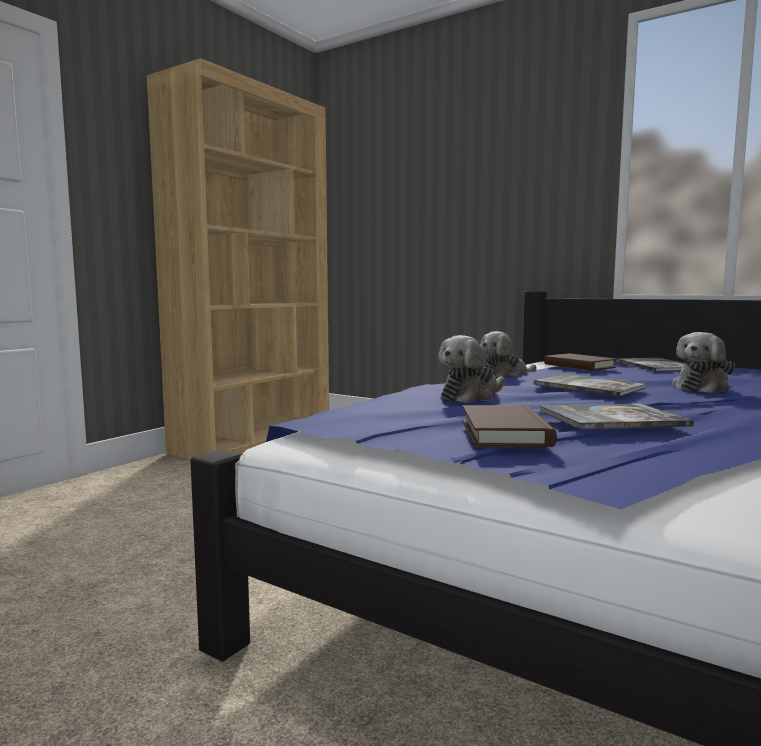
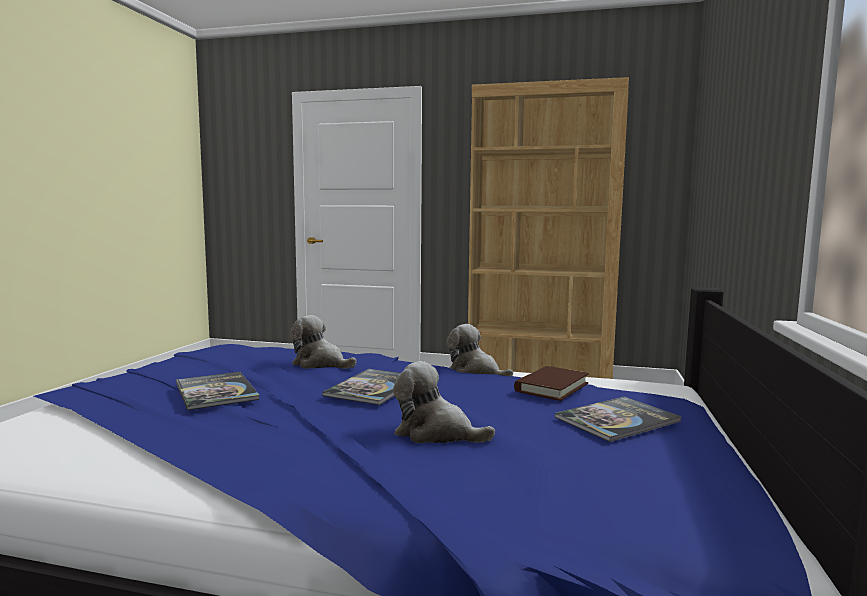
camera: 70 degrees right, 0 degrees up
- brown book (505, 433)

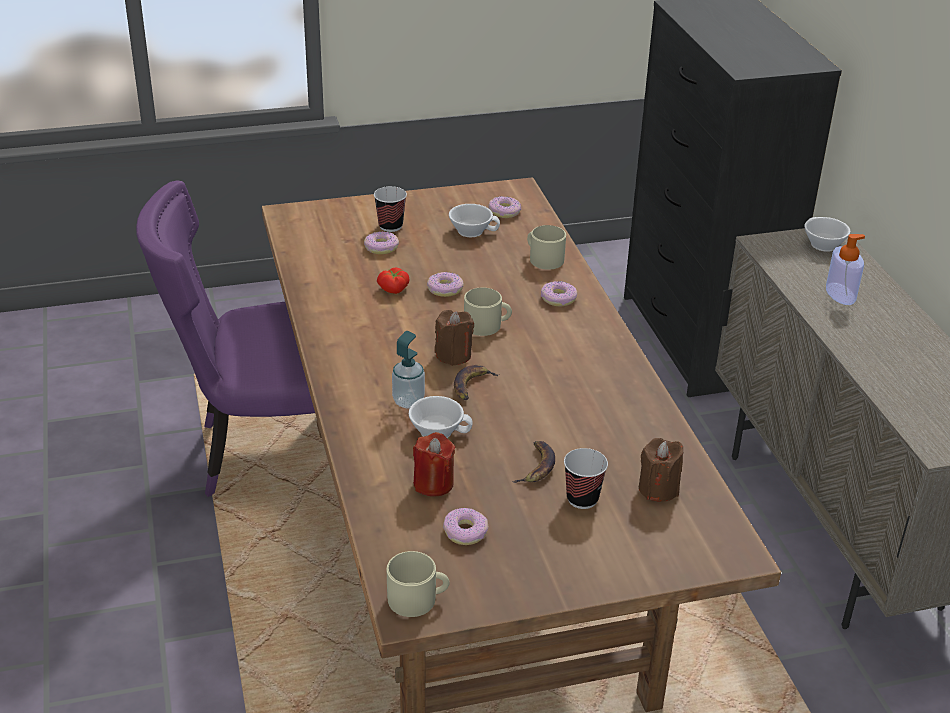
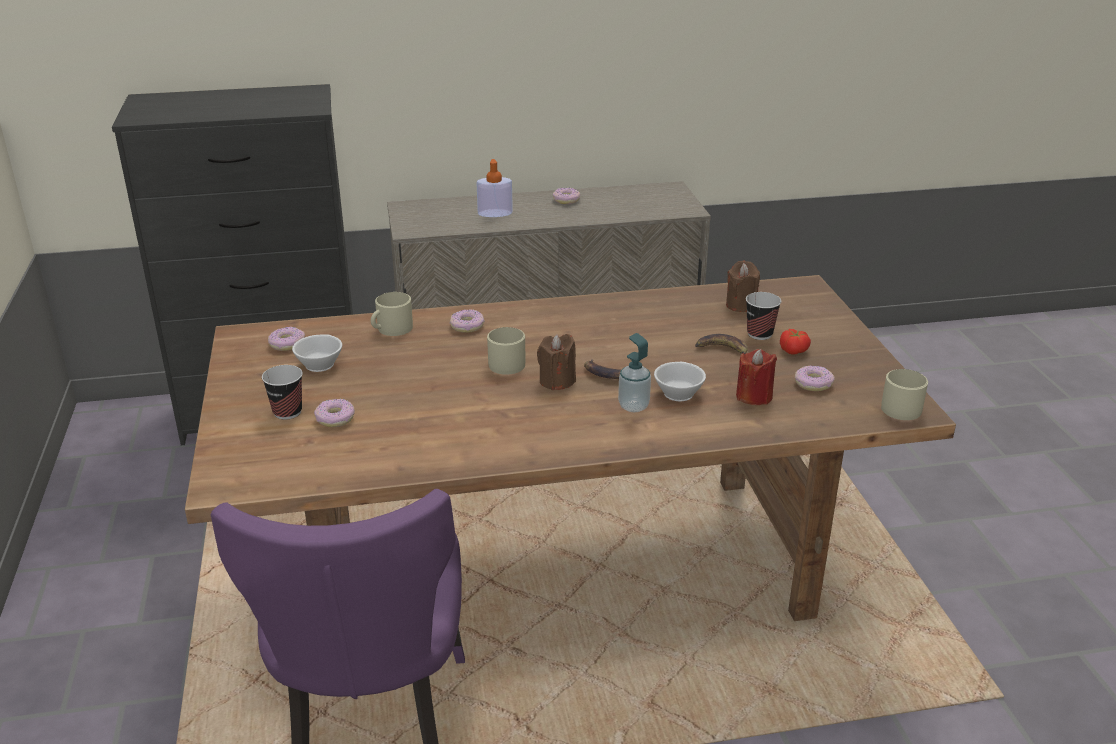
camera: 85 degrees left, 5 degrees down
- white cup (821, 244)
~ tomato (393, 290) to (794, 351)
~ donut (445, 289) to (566, 200)

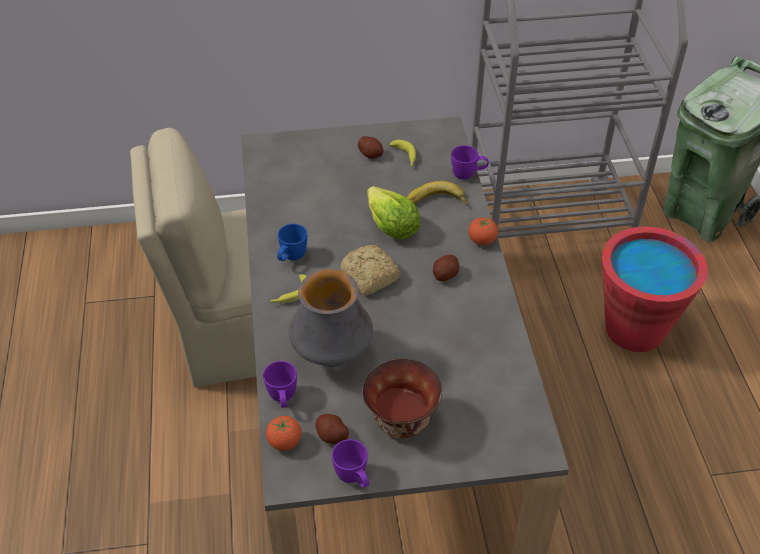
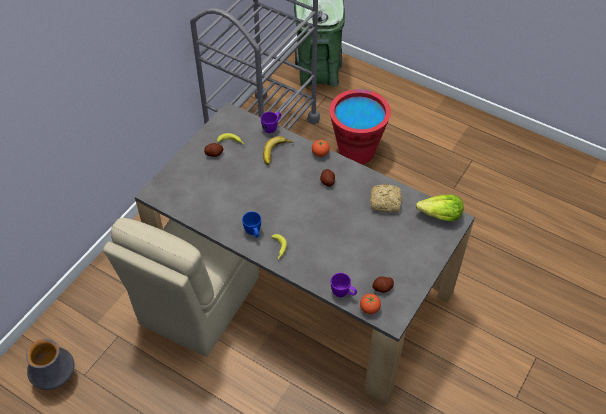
camera: 50 degrees left, 5 degrees up
- purple mug (354, 479)
- bowl (402, 421)
~ vase (331, 355) to (56, 378)
~ bread (370, 277) to (386, 203)
~ lettuce (391, 226) to (440, 216)

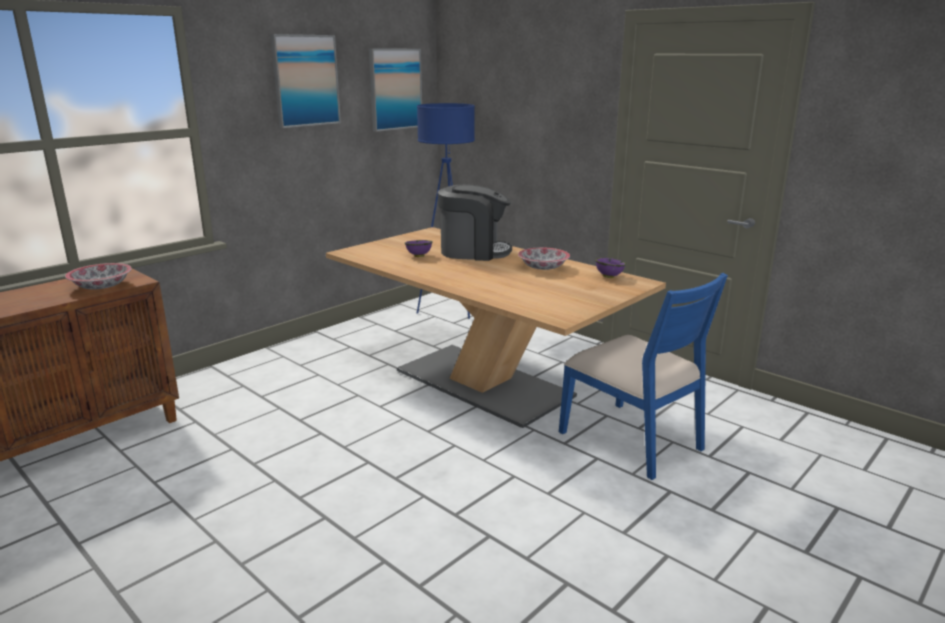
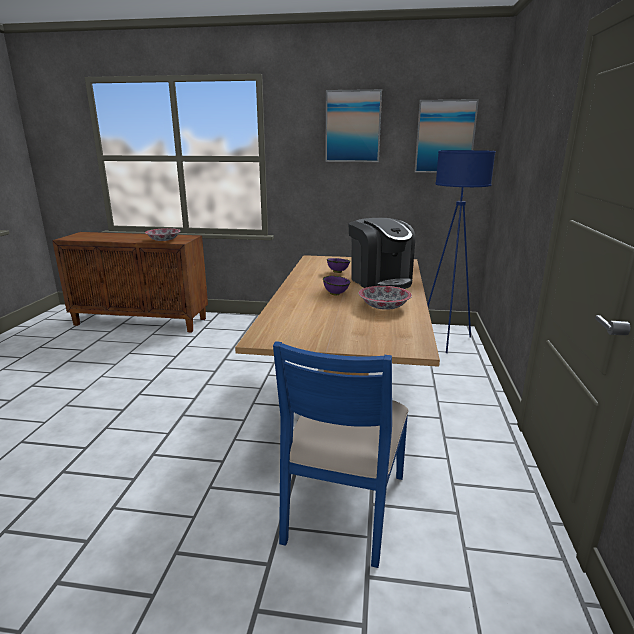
camera: 55 degrees right, 0 degrees up
~ purple bowl (608, 277) to (335, 294)

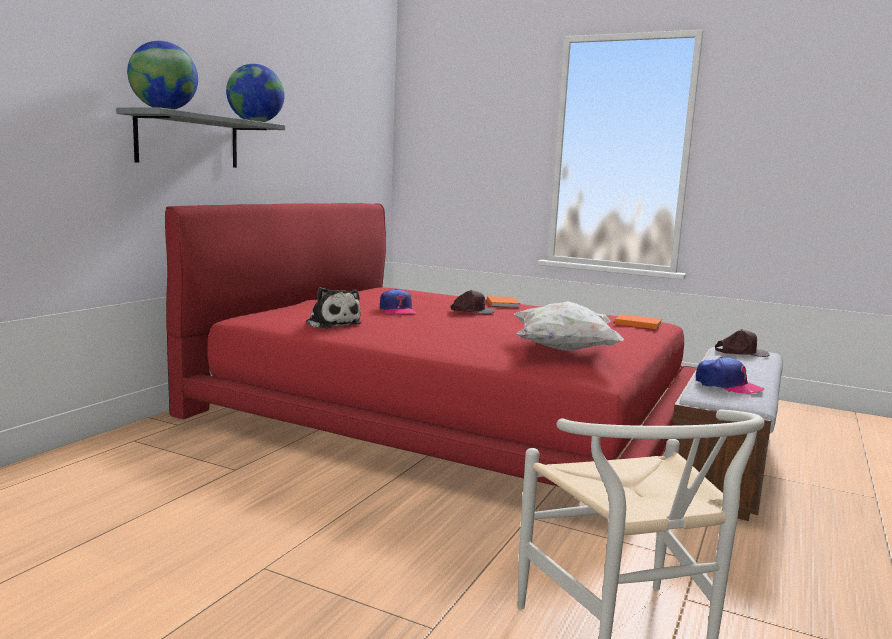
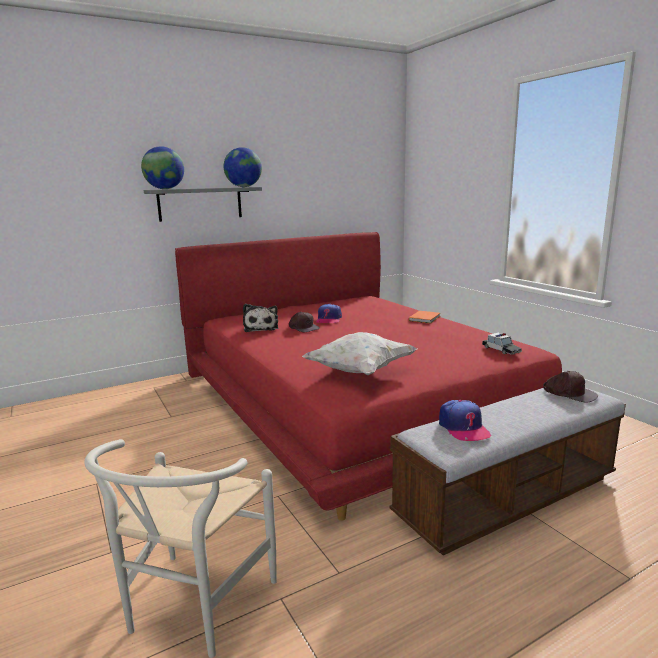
camera: 35 degrees right, 5 degrees up
~ brown cap (473, 310) to (303, 327)
~ orange book (637, 323) to toy car (501, 350)

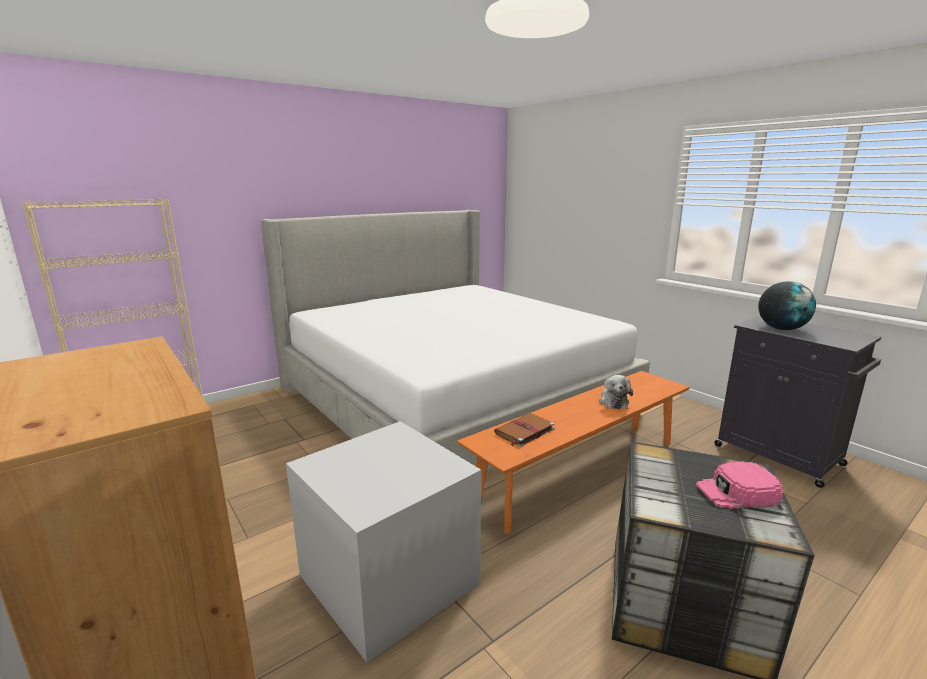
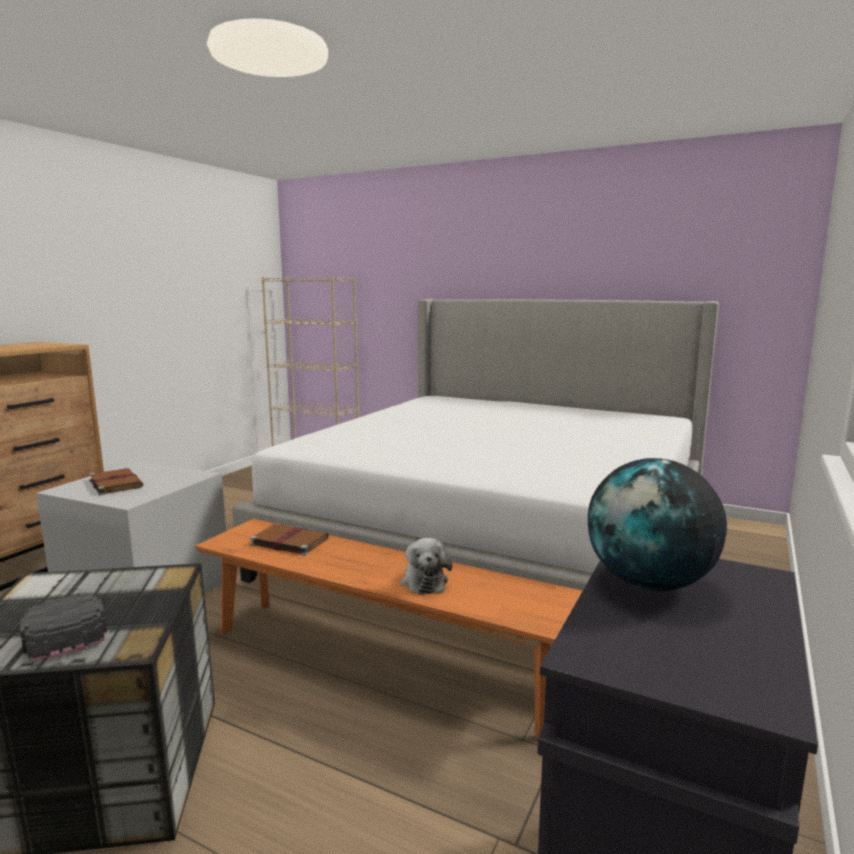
camera: 65 degrees right, 5 degrees down
+ brown book (115, 483)
~ pink cap (737, 493) to black cap (64, 631)
~ plush toy (613, 401) = (424, 581) 75 degrees counterclockwise

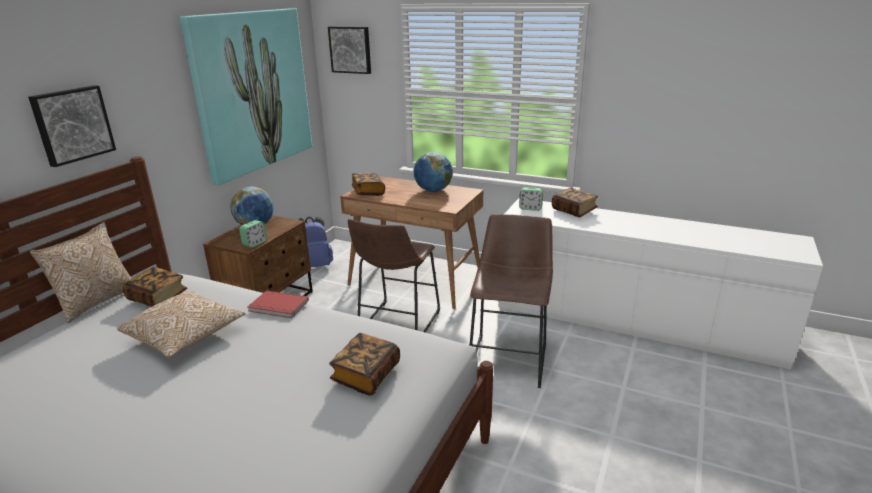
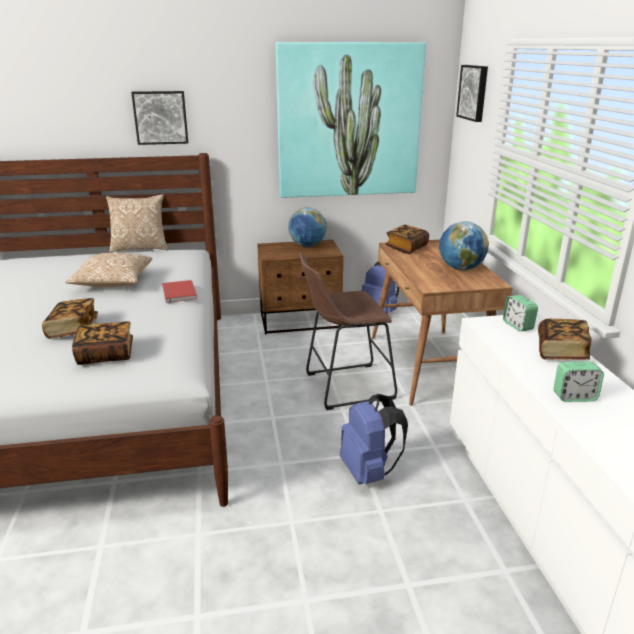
camera: 55 degrees right, 0 degrees up
~ book (158, 298) to (73, 329)
~ alarm clock (255, 243) to (574, 397)
~ brown stool (509, 357) to blue backpack (369, 472)

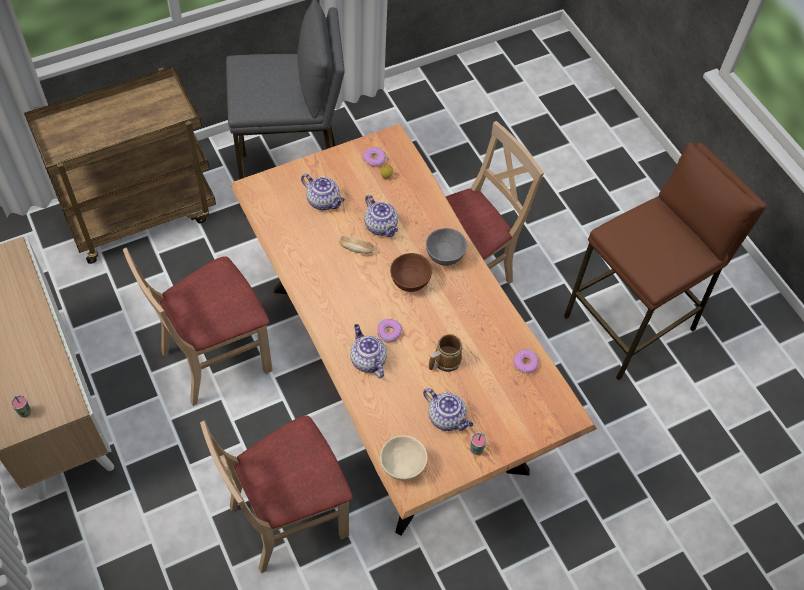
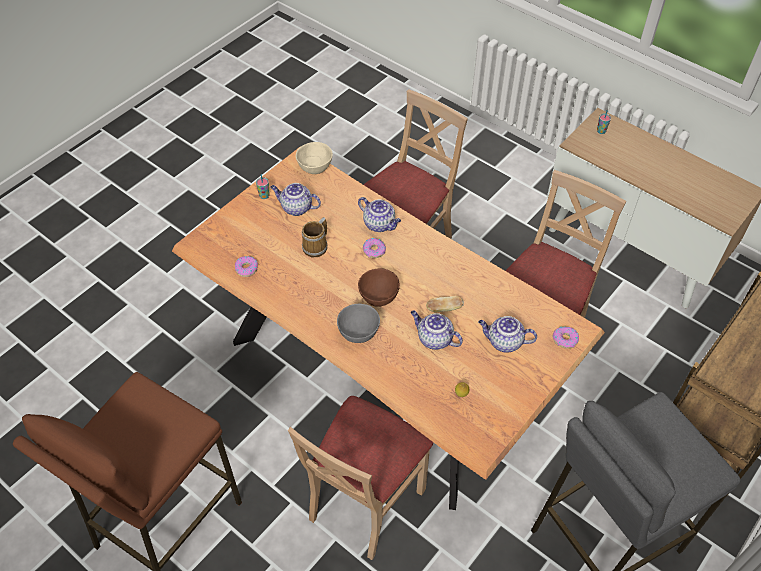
camera: 160 degrees right, 5 degrees down
~ donut (374, 159) to (565, 339)

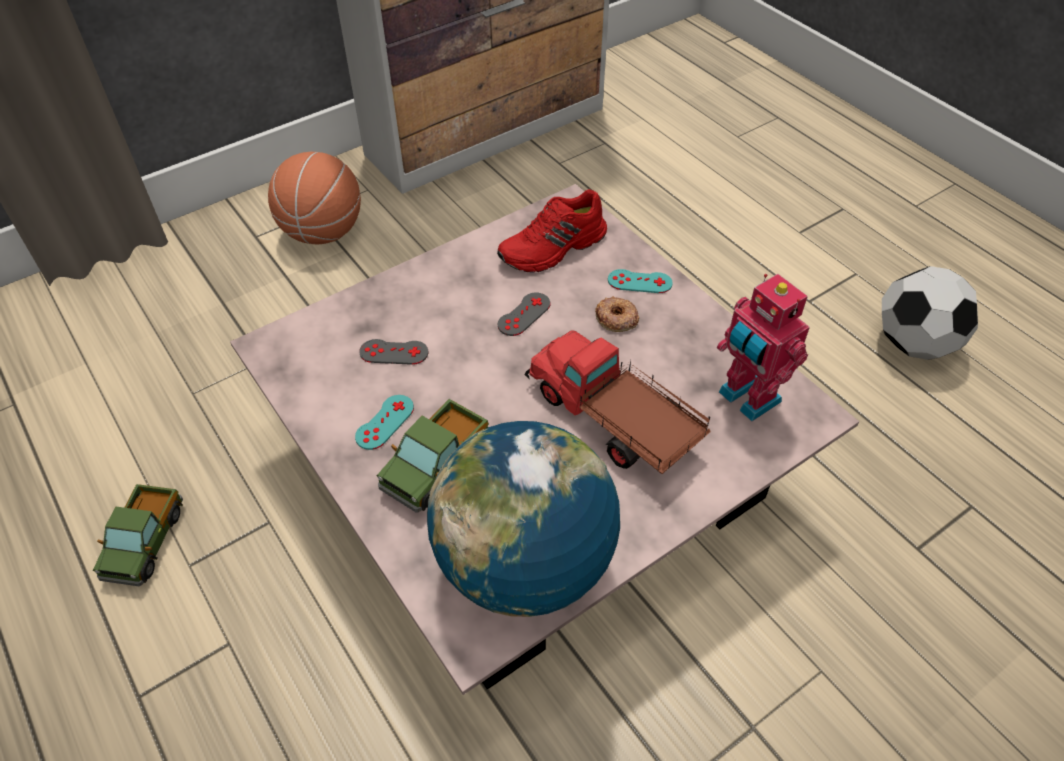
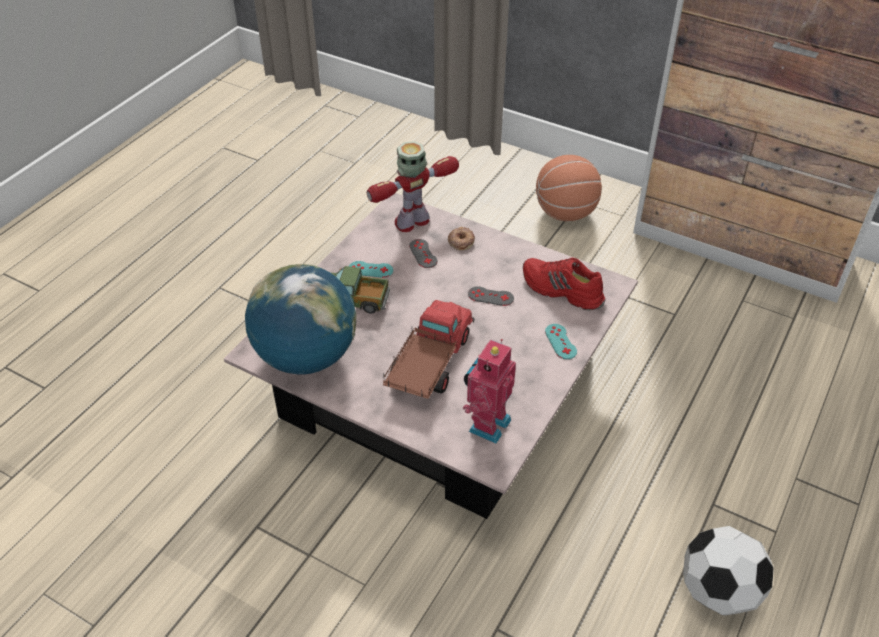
camera: 65 degrees right, 5 degrees down
- toy truck (145, 542)
+ toy robot (413, 222)
~ donut (616, 318) to (461, 241)

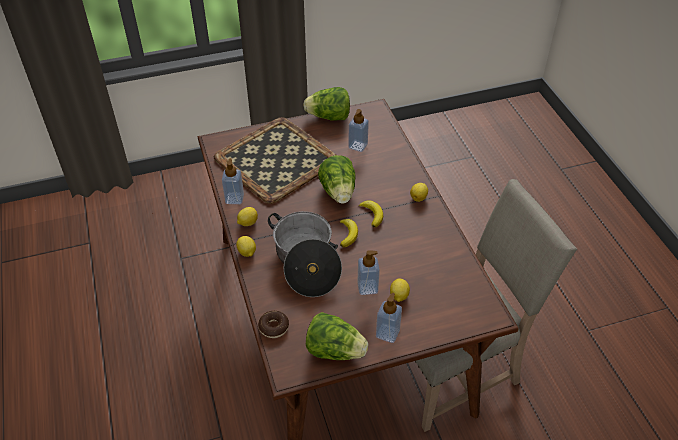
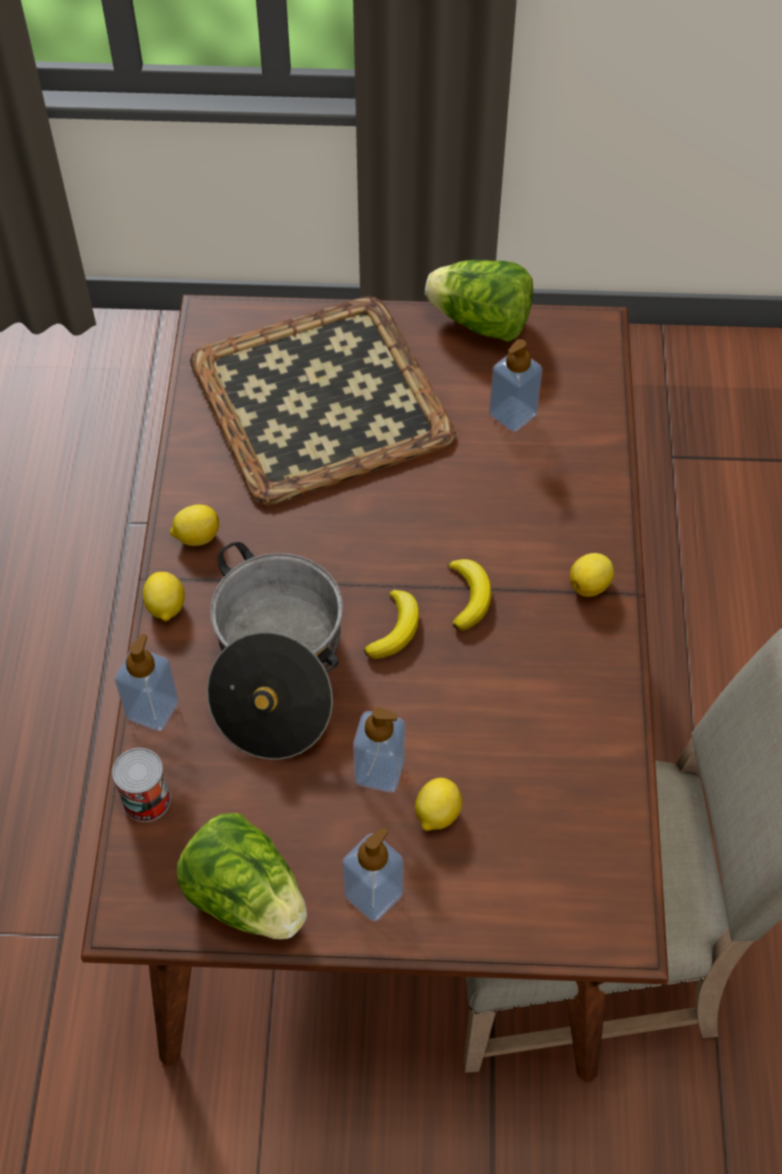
camera: 20 degrees right, 10 degrees up
- lettuce (338, 192)
~ soap dispenser (234, 198) to (152, 709)
~ donut (274, 327) to can (146, 800)

